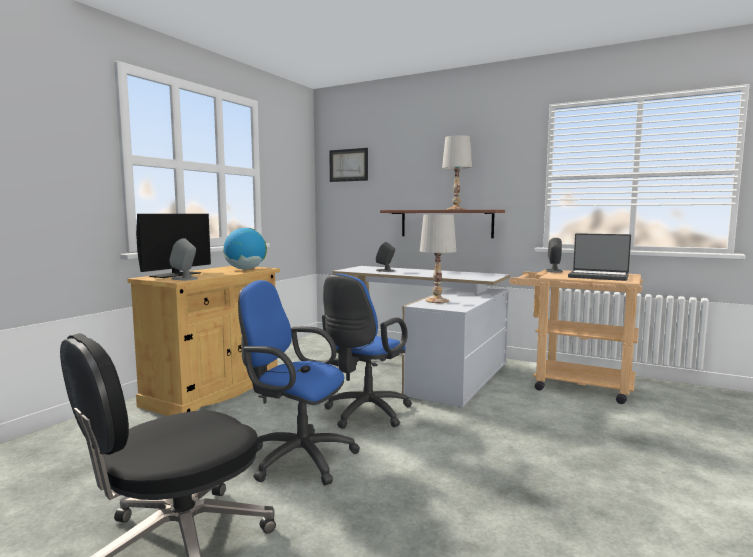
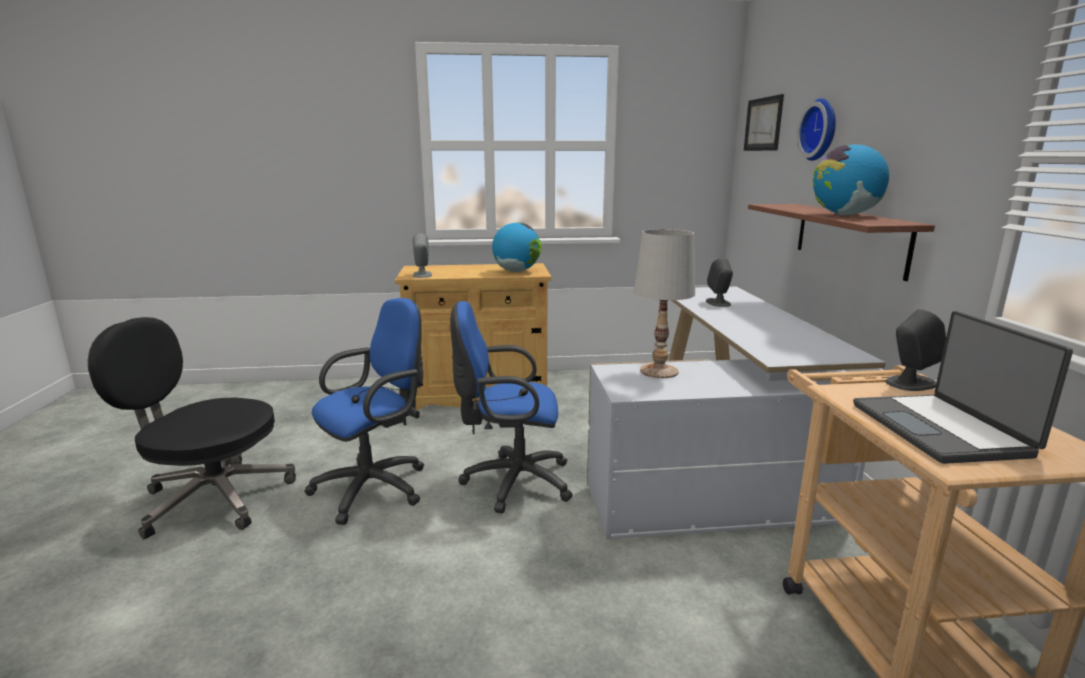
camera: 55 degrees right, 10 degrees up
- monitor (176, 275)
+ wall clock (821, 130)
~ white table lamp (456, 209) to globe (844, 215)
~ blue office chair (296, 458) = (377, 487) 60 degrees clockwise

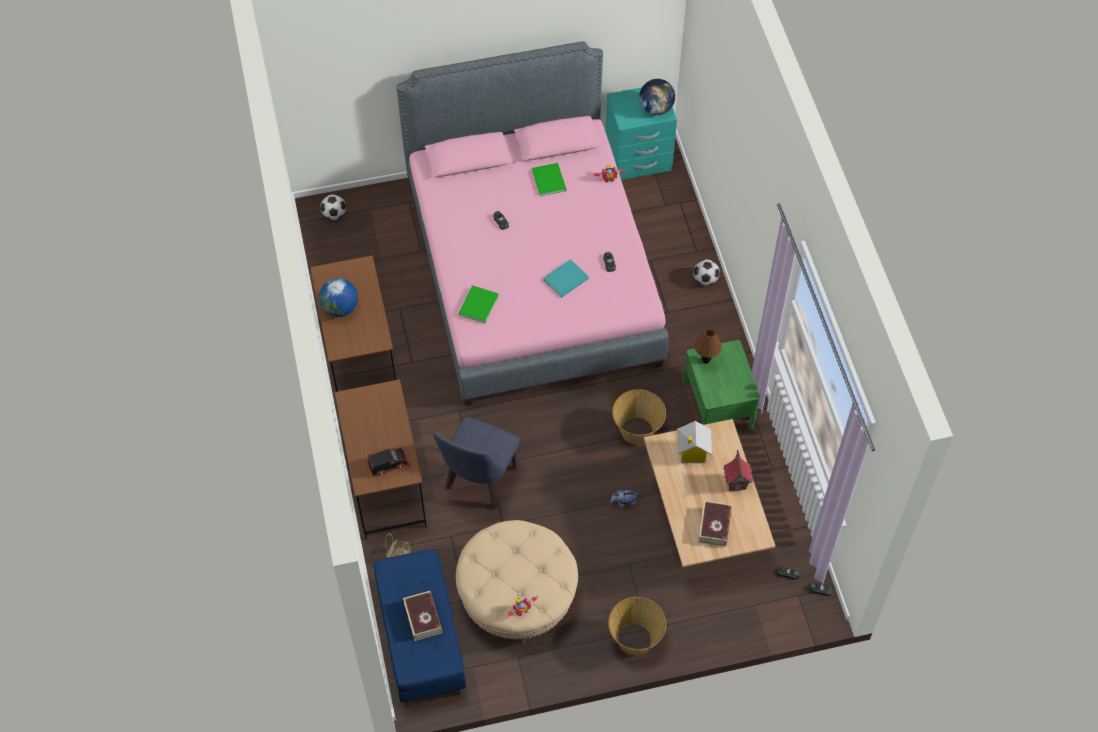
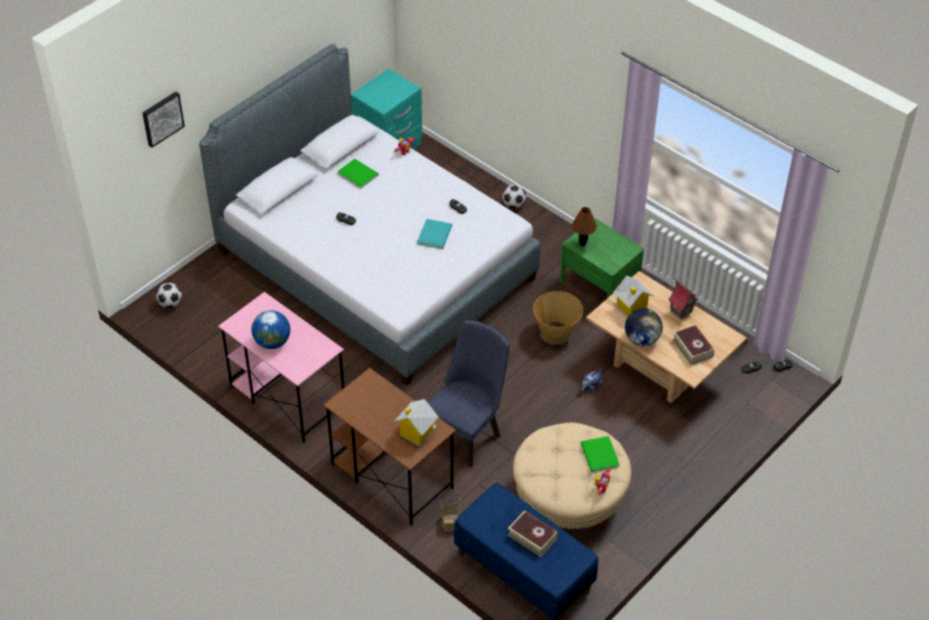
camera: 35 degrees left, 10 degrees down
- basket (635, 639)
+ picture (162, 118)
~ green book (477, 305) to (599, 456)
~ globe (656, 108) to (642, 339)
~ toy truck (388, 464) to toy house (417, 432)
~ brown desk (359, 358) to pink desk (287, 396)
~ pink bed (531, 272) to grey bed (374, 265)
~ blue chair (479, 483) = (467, 434) 135 degrees counterclockwise

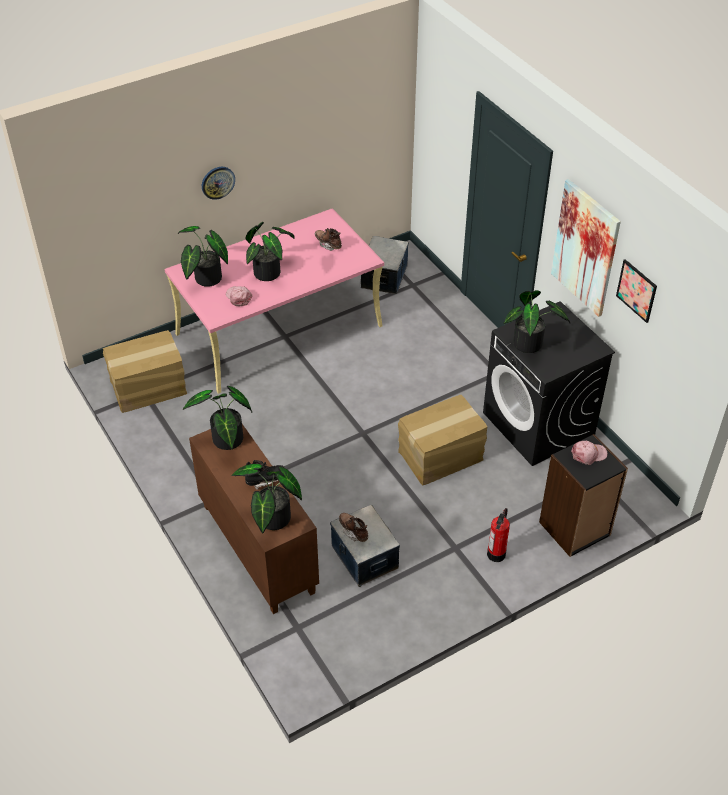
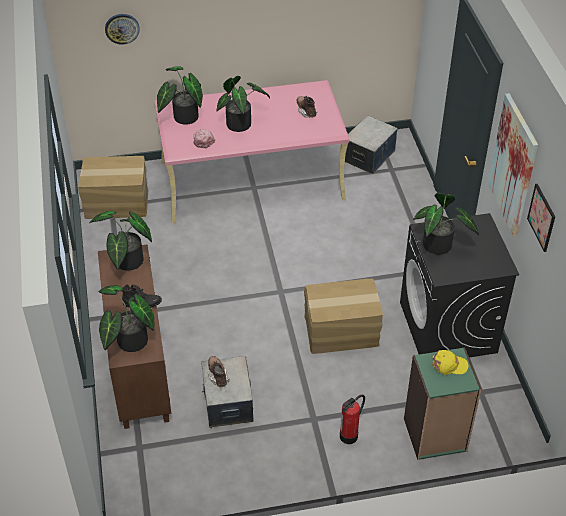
camera: 20 degrees right, 0 degrees up
~ wall clock (217, 182) to (122, 28)
~ black bookcase (575, 529) to green bookcase (435, 435)
~ pink cap (588, 454) to yellow cap (449, 365)

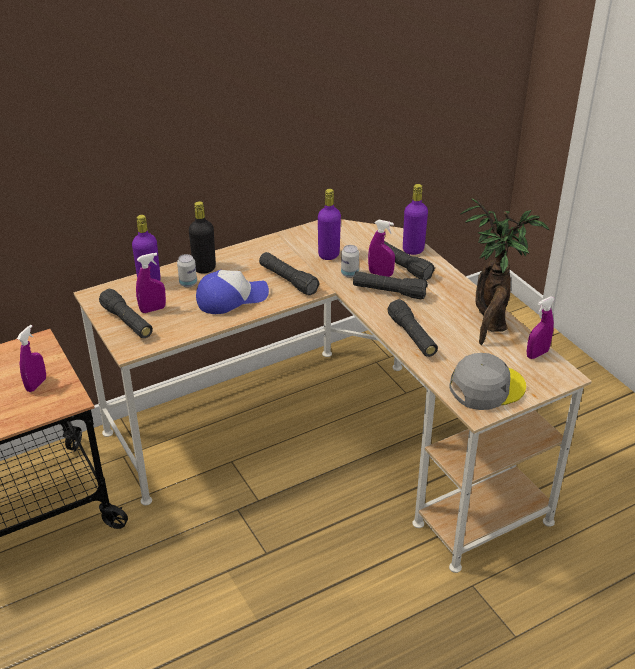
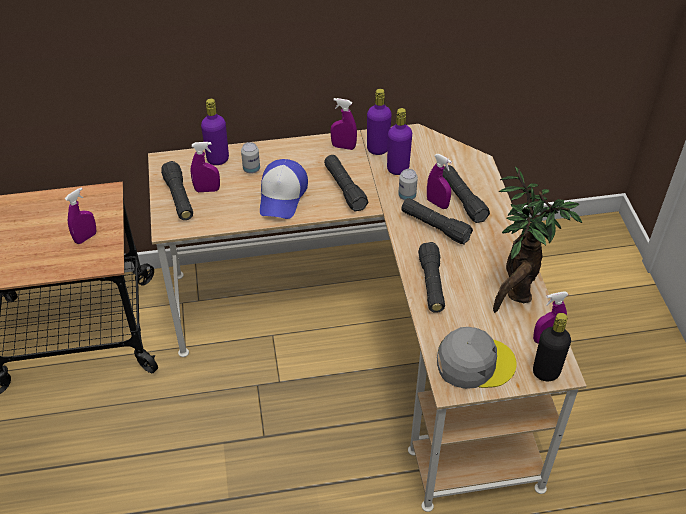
camera: 20 degrees right, 10 degrees up
+ purple spray bottle (343, 147)
~ black bottle (204, 268) to (546, 372)
~ purple bottle (413, 250) to (378, 149)
~ cap (231, 298) = (282, 195) 105 degrees clockwise

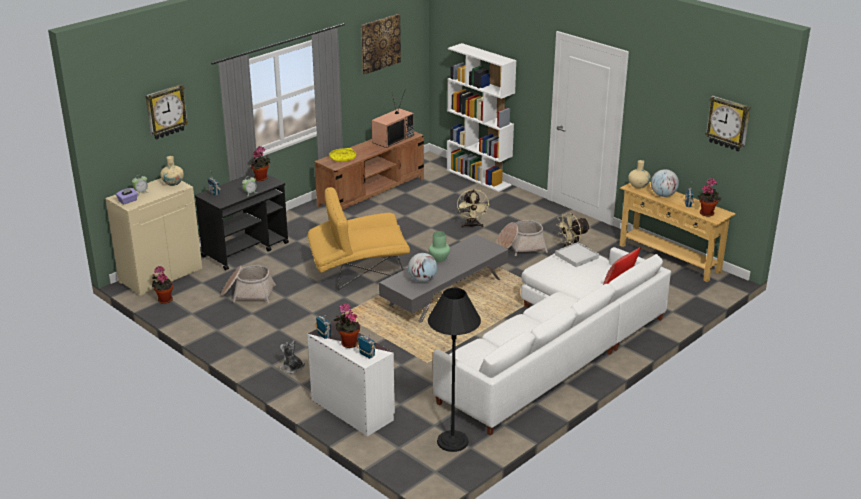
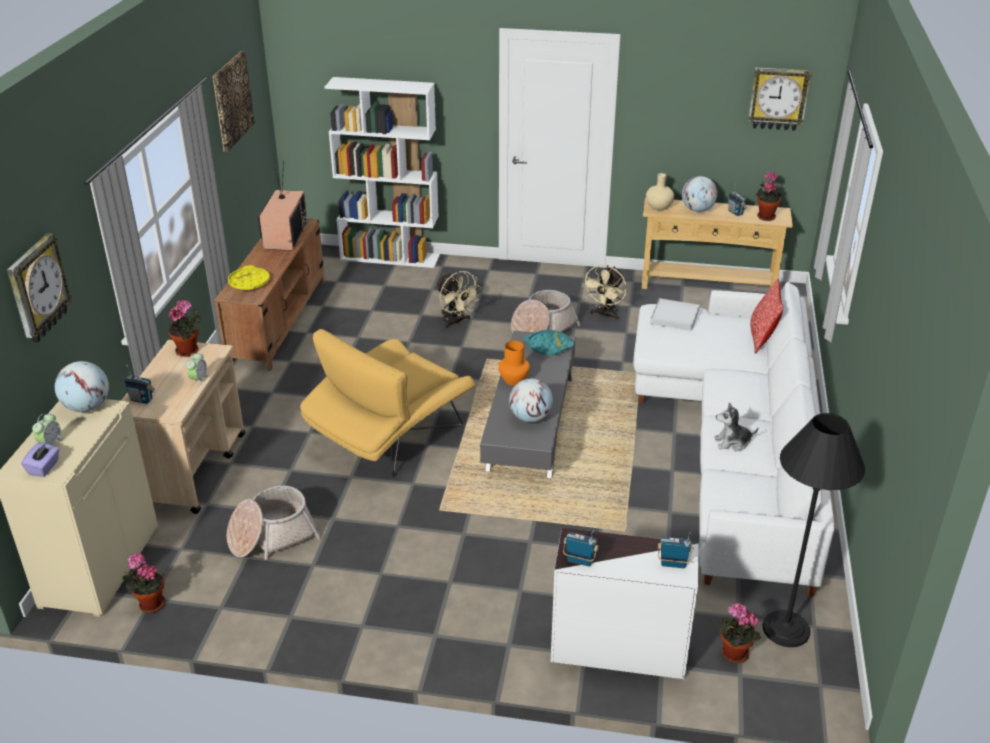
camera: 35 degrees left, 5 degrees up
+ turquoise tray (548, 346)
~ plush toy (292, 368) to (732, 443)
~ potted plant (348, 343) to (732, 654)
~ beige vase (173, 183) to globe (87, 407)
~ black cart (246, 249) to beige cart (192, 468)
~ green vase (439, 259) to orange vase (513, 380)

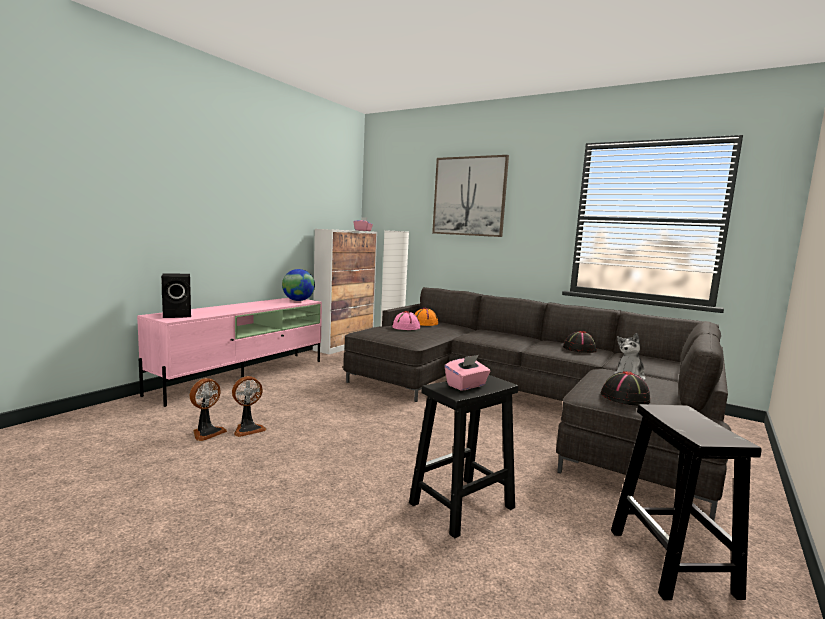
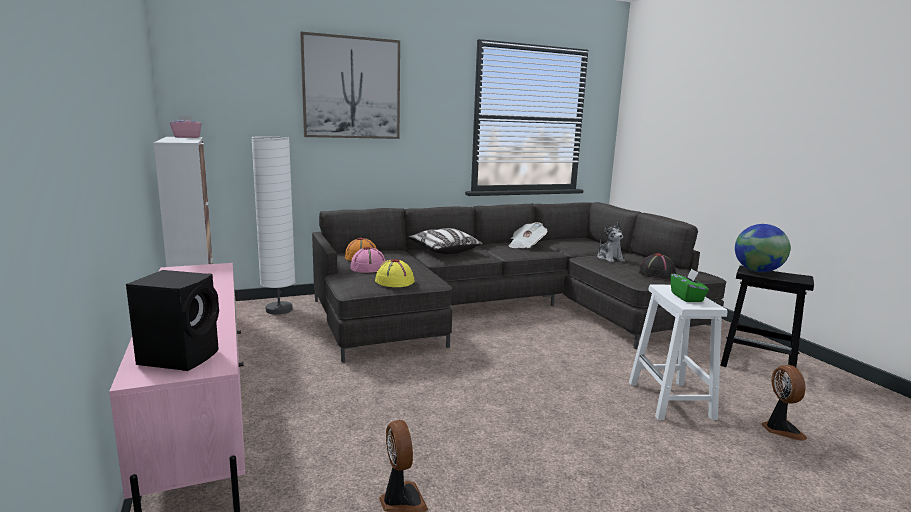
camera: 55 degrees left, 5 degrees up
+ yellow hat (394, 281)
+ pillow (444, 250)
~ fan (248, 429) to (780, 429)
~ globe (298, 300) to (757, 271)
~ black hat (579, 349) to newspaper (526, 245)
~ black stool (461, 506) to white stool (671, 401)
~ pink tissue box (466, 385) to green tissue box (687, 297)

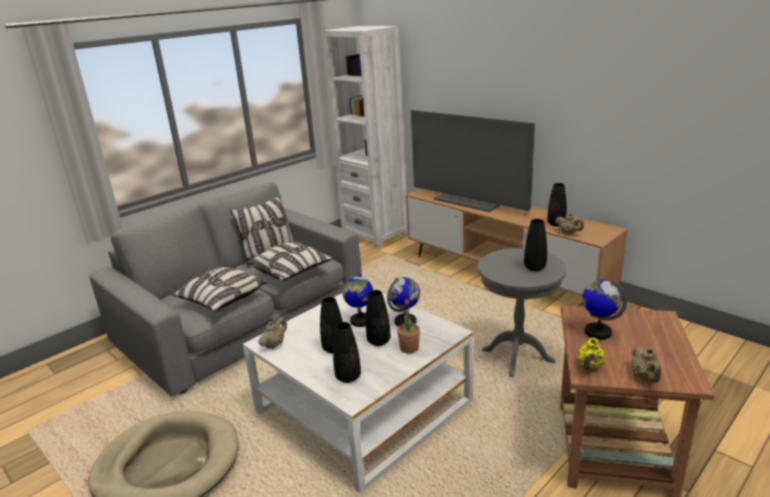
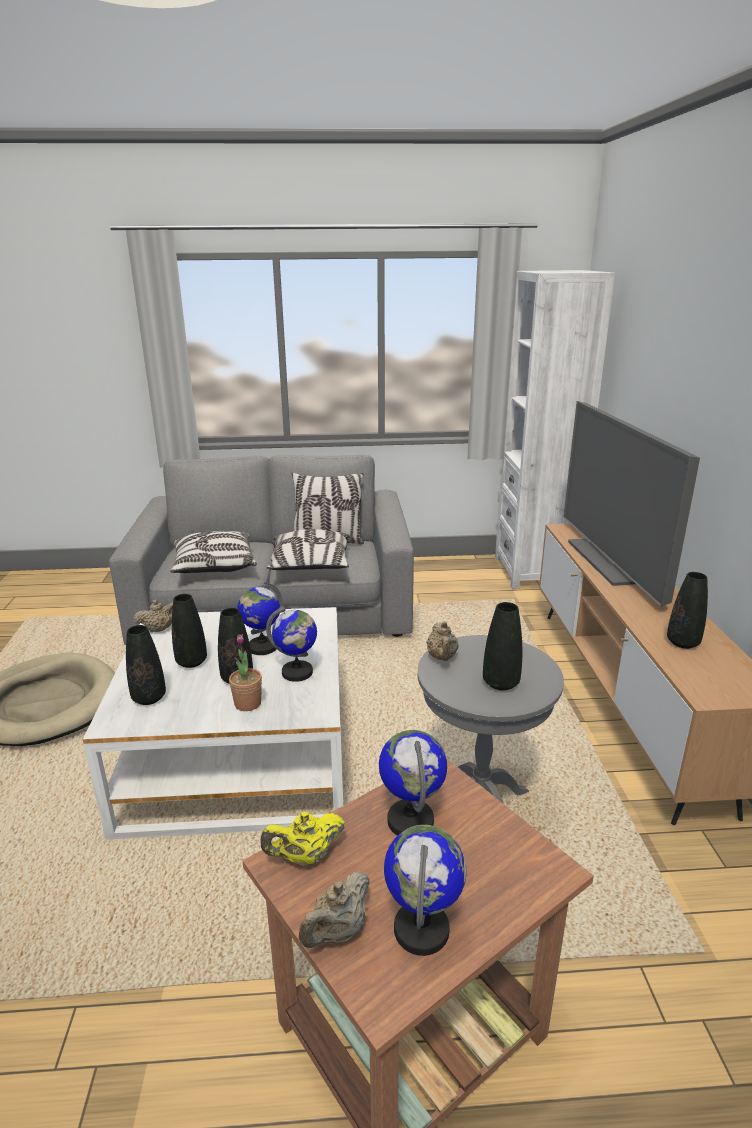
camera: 40 degrees right, 0 degrees up
+ globe (422, 929)
~ beige teapot (568, 233) to (442, 657)

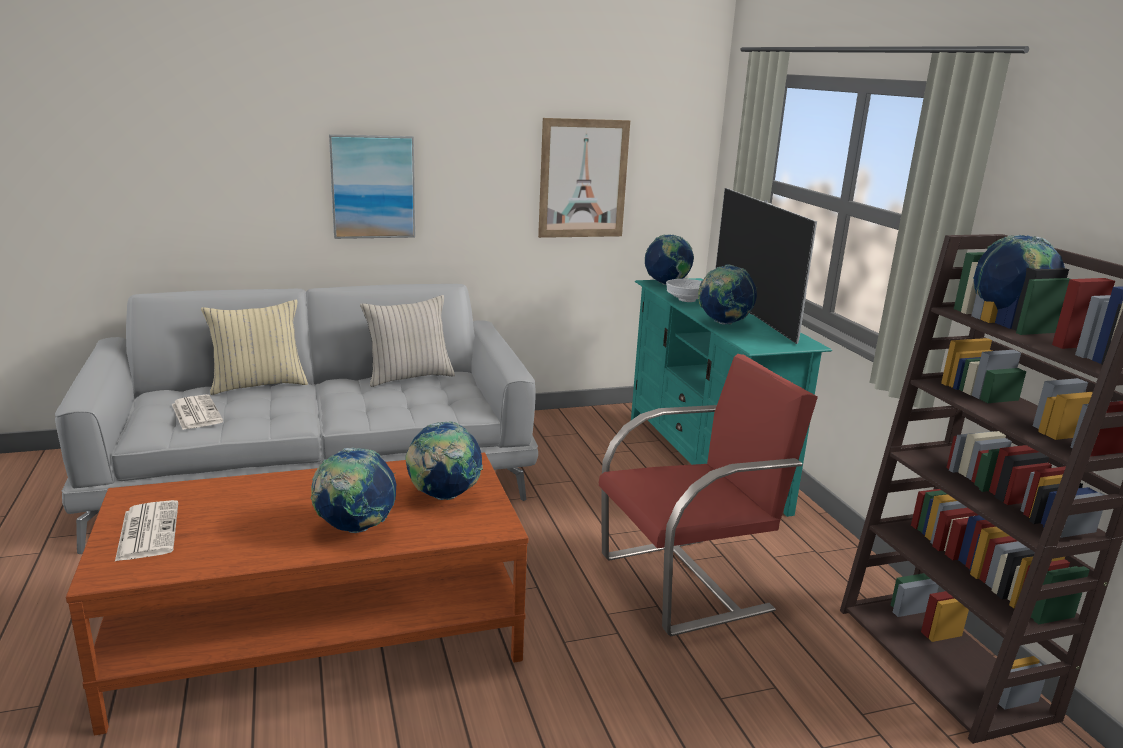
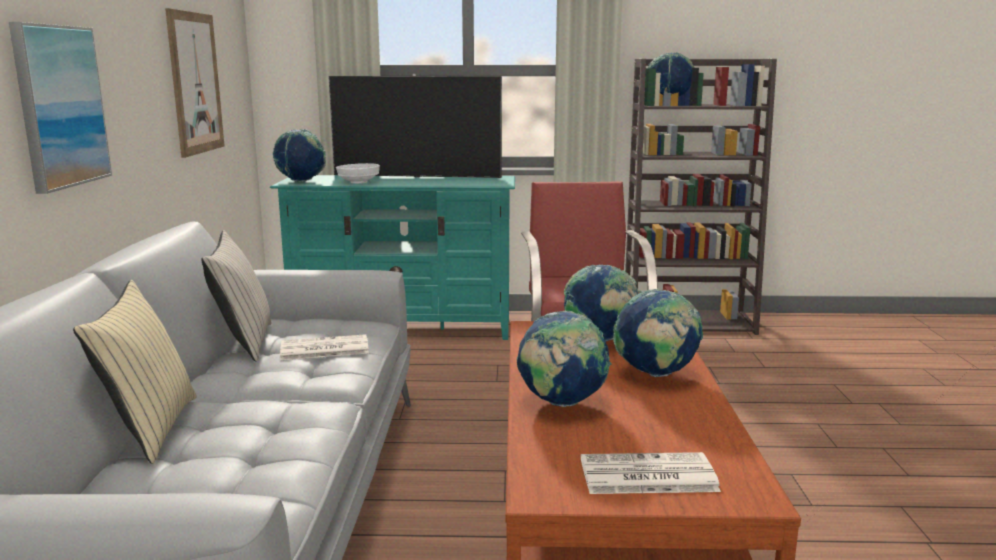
camera: 70 degrees left, 5 degrees down
~ newspaper (196, 413) to (323, 349)
~ globe (723, 323) to (561, 403)

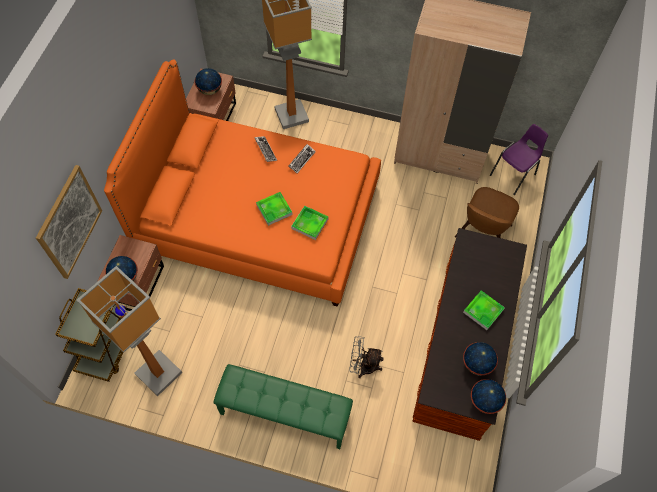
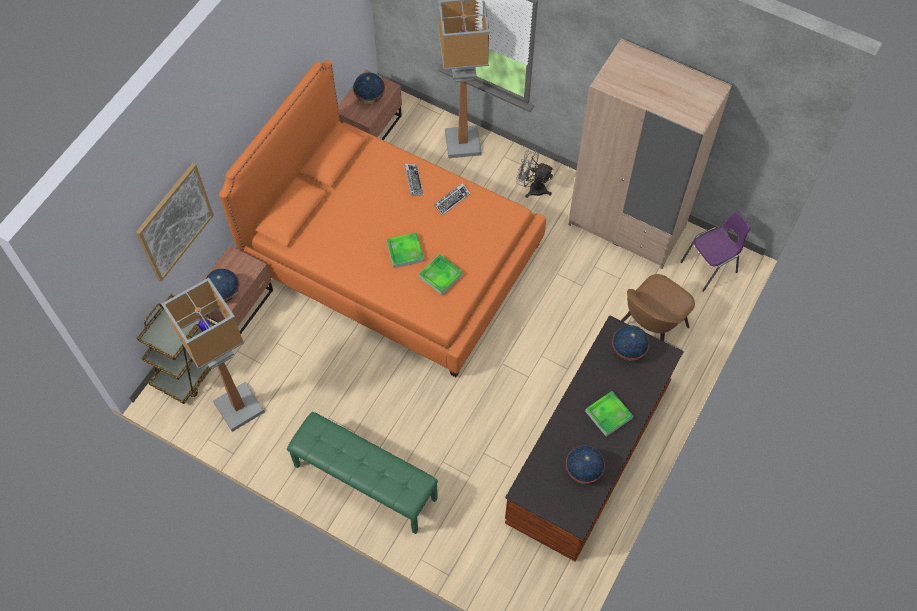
camera: 15 degrees right, 0 degrees up
~ grey fan (363, 366) to (532, 188)
~ globe (485, 401) to (628, 350)

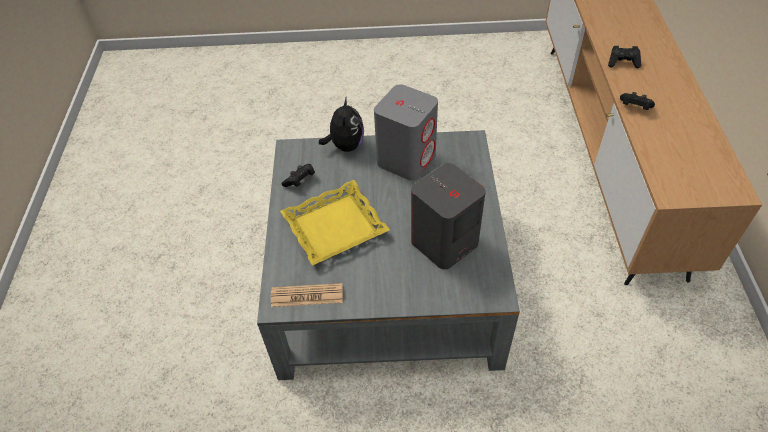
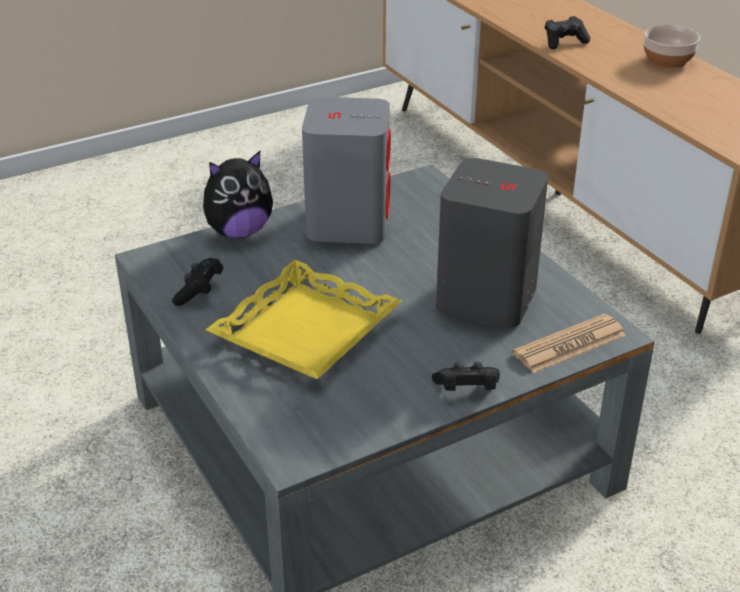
camera: 30 degrees left, 15 degrees down
+ bowl (667, 60)
~ newspaper (307, 296) to (569, 344)
~ black game controller (634, 107) to (466, 390)
~ plush toy (345, 145) = (239, 231) 90 degrees clockwise

